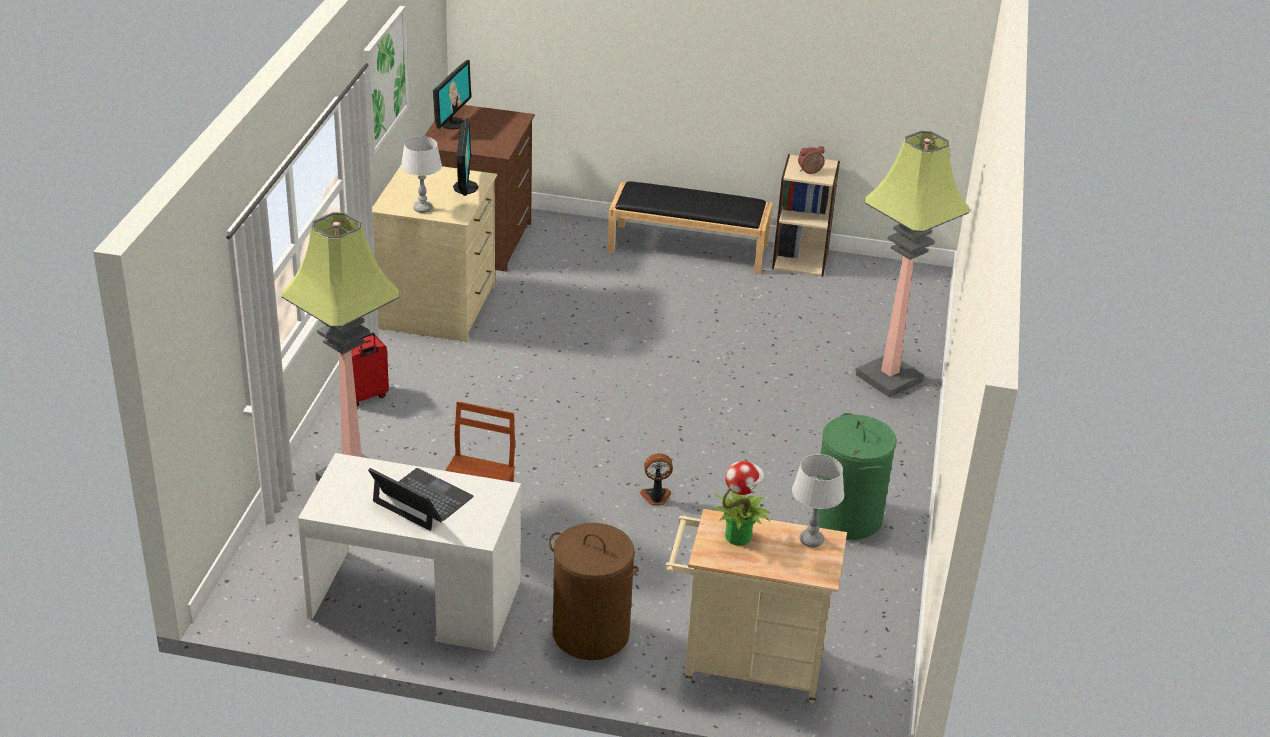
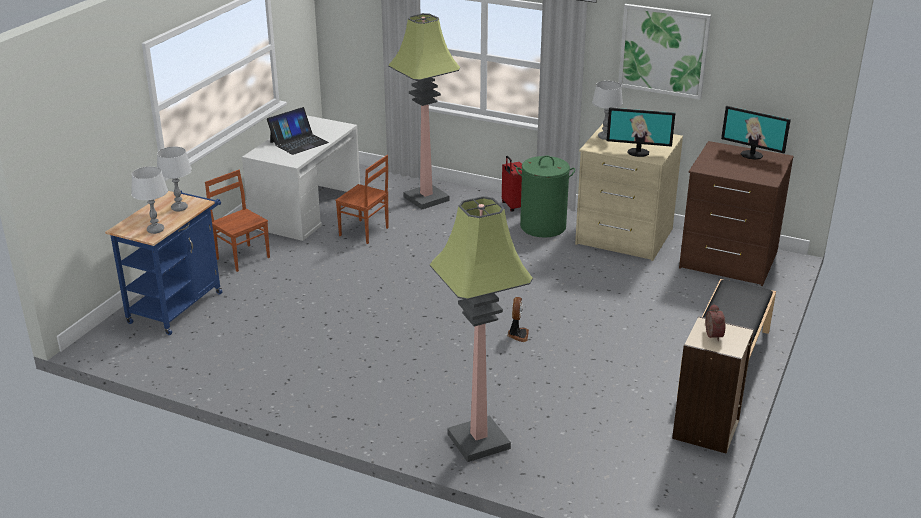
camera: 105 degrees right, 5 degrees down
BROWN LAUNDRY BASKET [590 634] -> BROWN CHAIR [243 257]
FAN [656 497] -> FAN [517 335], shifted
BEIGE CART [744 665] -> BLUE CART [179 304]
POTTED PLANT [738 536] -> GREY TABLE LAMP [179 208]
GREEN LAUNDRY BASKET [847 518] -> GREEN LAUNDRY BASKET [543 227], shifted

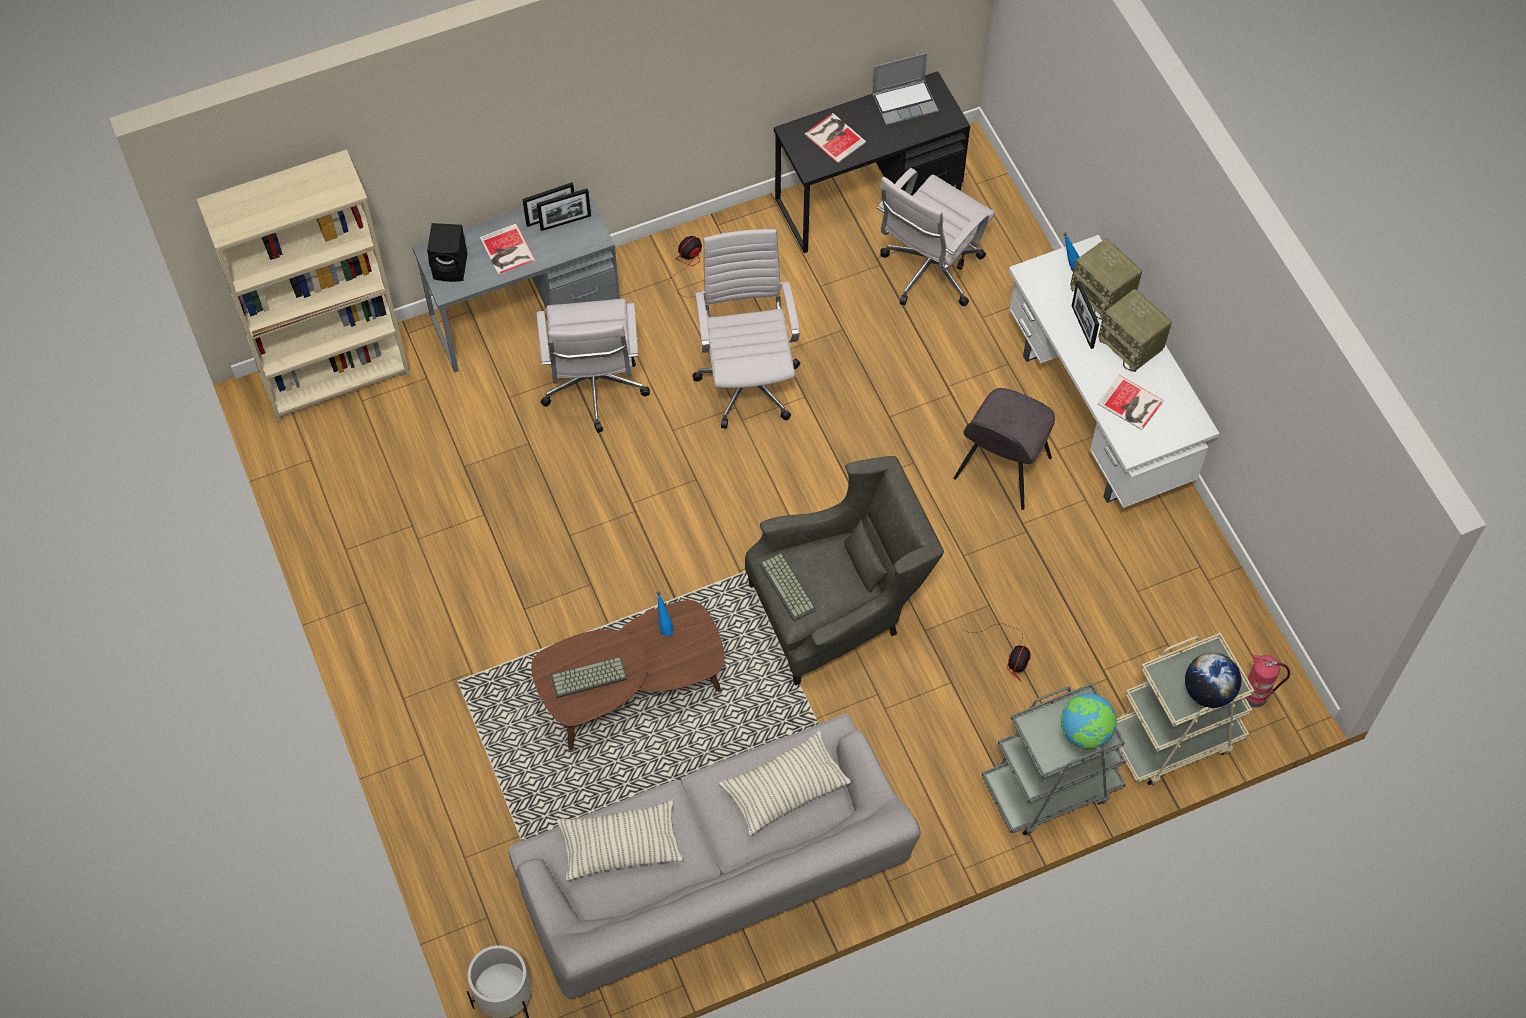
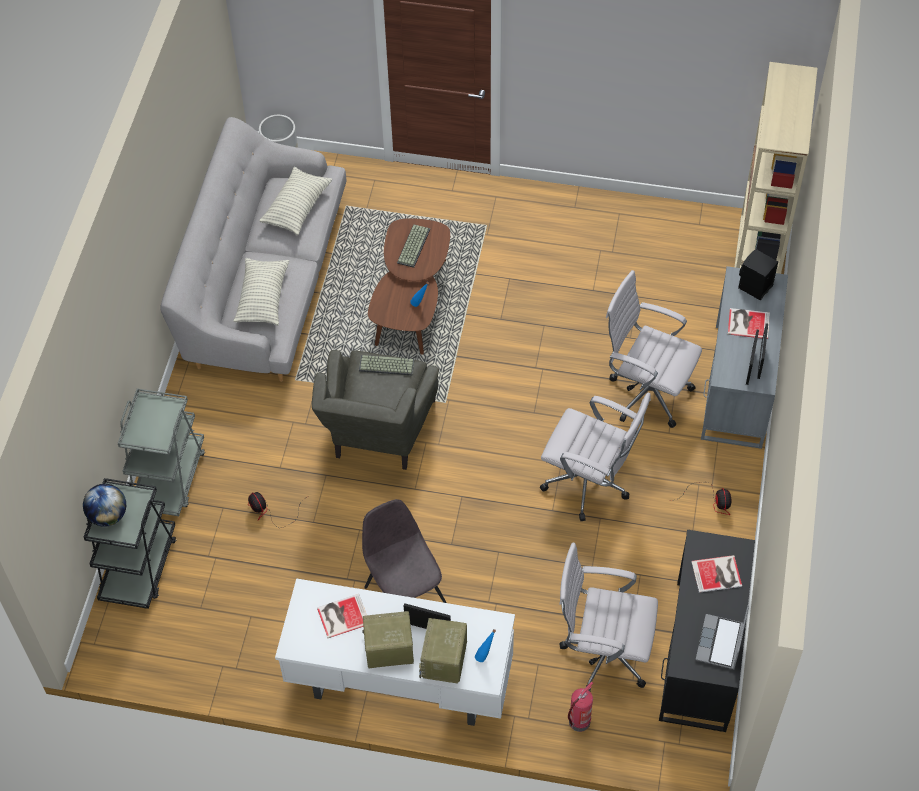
camera: 125 degrees right, 5 degrees down
WHITE OFFICE CHAIR [928 273] -> WHITE OFFICE CHAIR [602 653], 60 degrees counterclockwise
GLOBE [1085 732] -> none
RADIO [1103 294] -> RADIO [444 661], 75 degrees counterclockwise
BEIGE CART [1173 737] -> BLACK CART [139 566]
FIRE EXTINGUISHER [1255 695] -> FIRE EXTINGUISHER [579 722], shifted

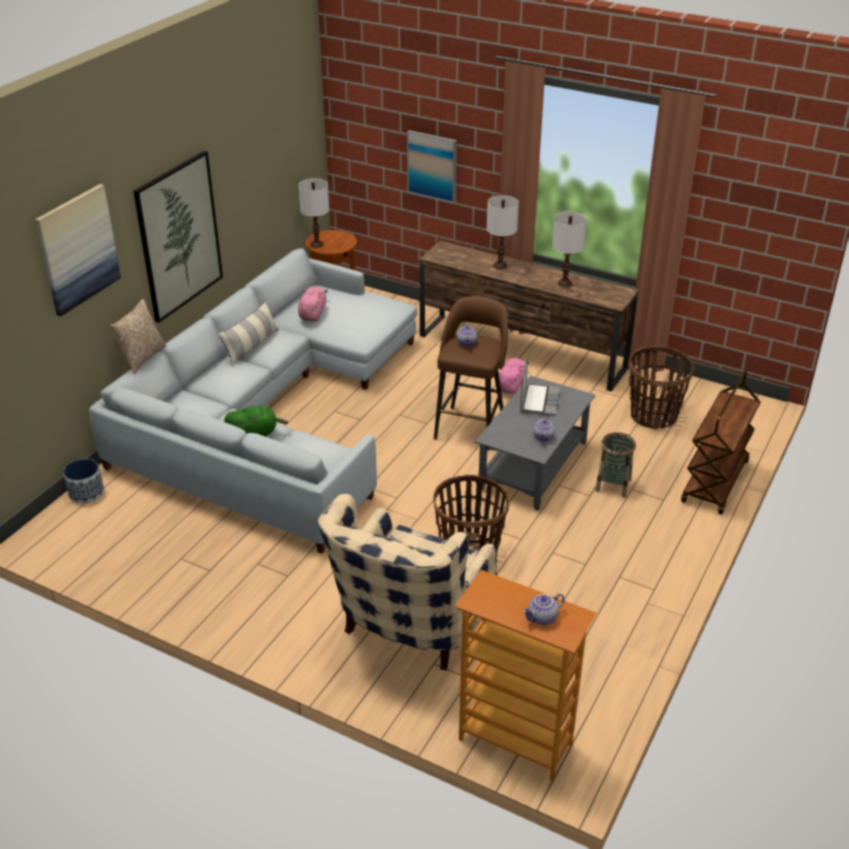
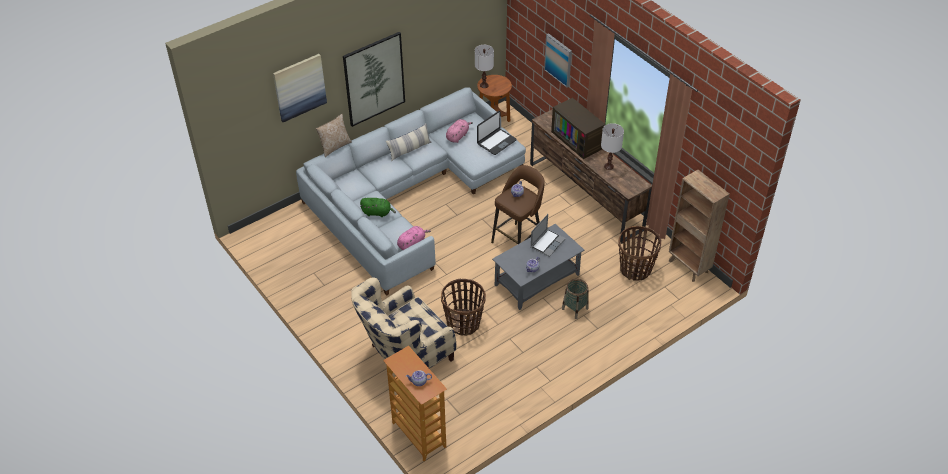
camera: 25 degrees right, 10 degrees up
PLANTER [86 493] -> none
WHITE TABLE LAMP [500 265] -> TELEVISION [578 140]
PINK PLUSH TOY [511 385] -> PINK PLUSH TOY [412 243], shifted
BROWN CART [715 482] -> none
none -> LAPTOP [496 142]
none -> BROWN BOOKCASE [688 267]

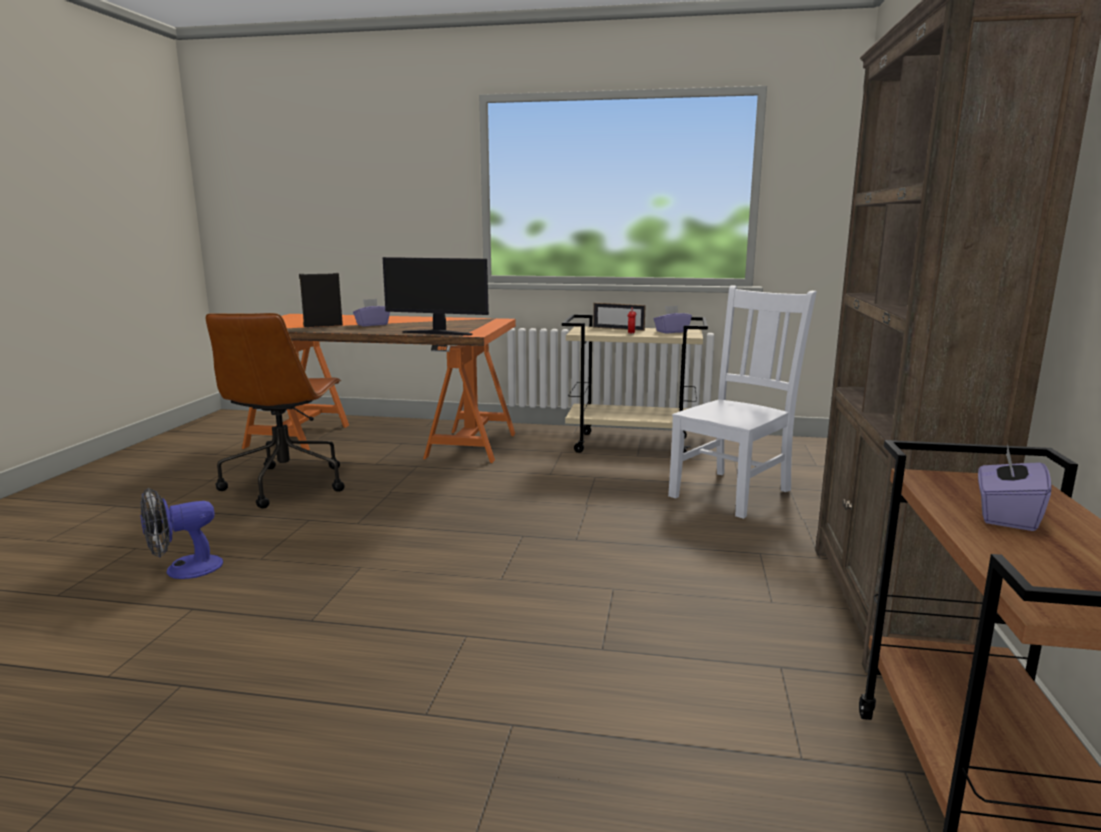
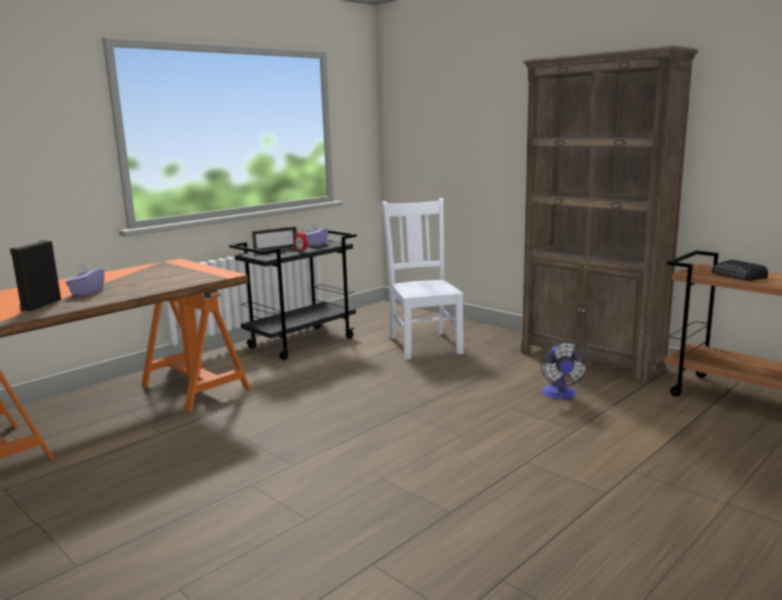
camera: 55 degrees left, 0 degrees up
FAN [184 570] -> FAN [560 395], shifted
BROWN OFFICE CHAIR [286 484] -> none
MONITOR [438 333] -> none
BEIGE CART [633 445] -> BLACK CART [302 342]
PURPLE TISSUE BOX [1006 515] -> RADIO [739 275]

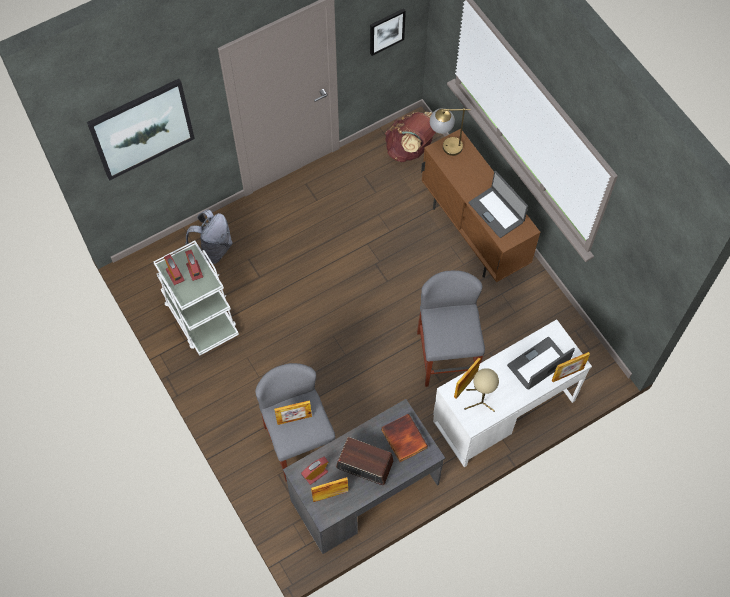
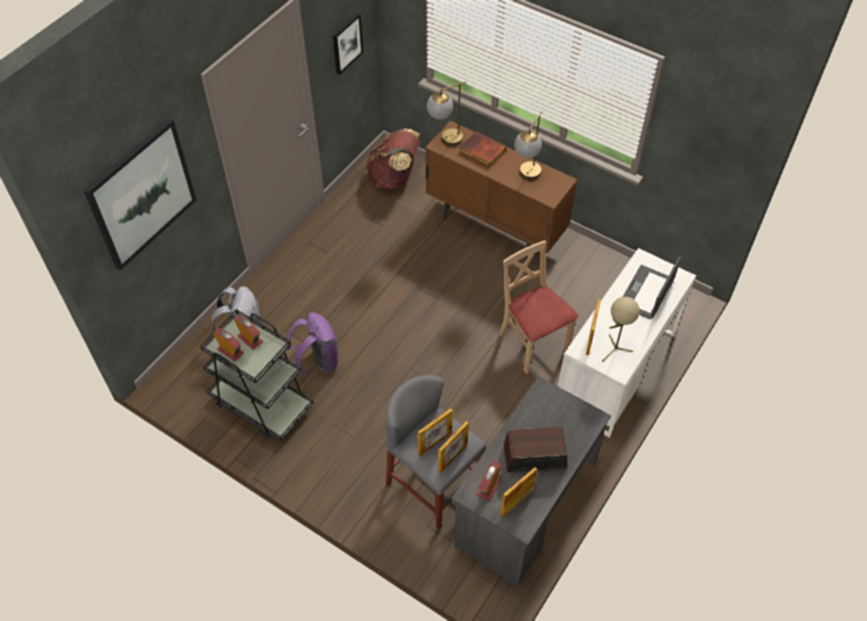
camera: 25 degrees left, 10 degrees down
WHITE CART [200 316] -> BLACK CART [261 404]
BOOK [403 439] -> BOOK [481 151], shifted
GREY STOOL [446 356] -> BEIGE CHAIR [532 343]
LAPTOP [497 212] -> TABLE LAMP [527 177]
PICTURE FRAME [567 374] -> PICTURE FRAME [452 458], shifted
none -> PURPLE BACKPACK [317 362]

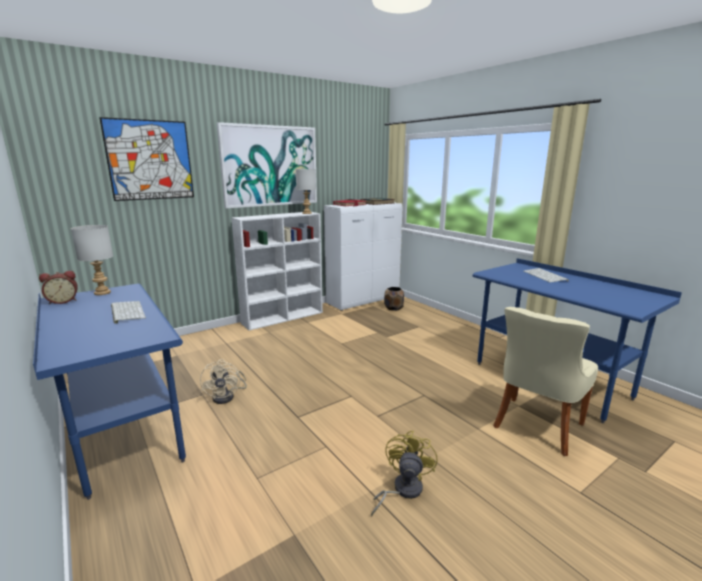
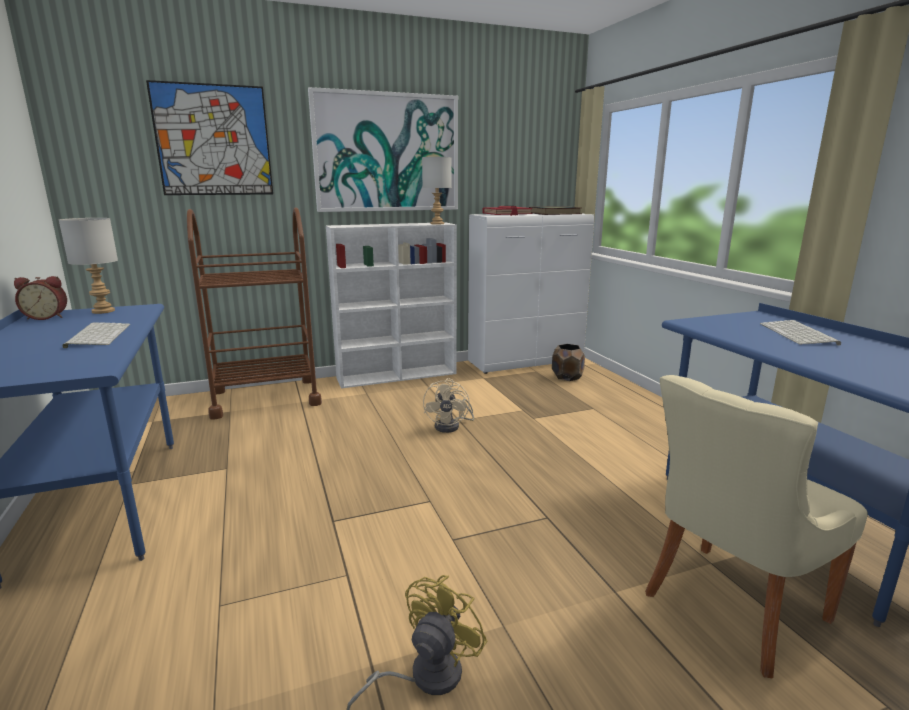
camera: 15 degrees right, 0 degrees up
BEIGE FAN [227 396] -> BEIGE FAN [451 426], shifted
none -> BROWN CART [266 398]

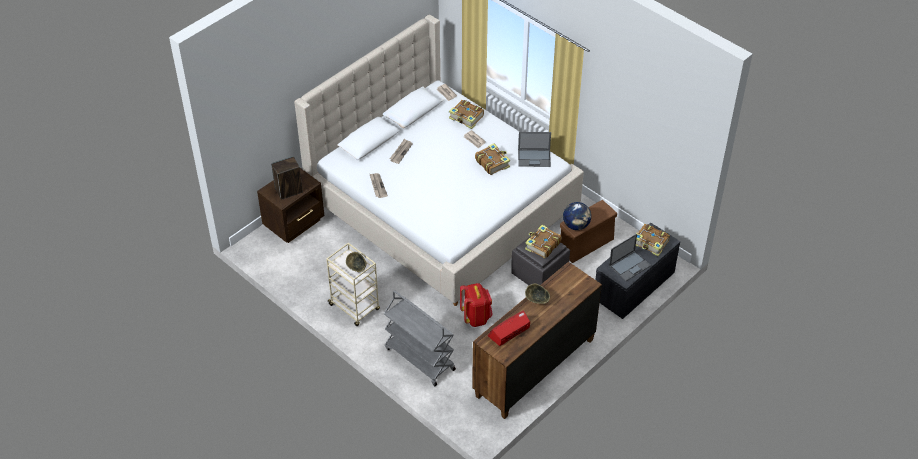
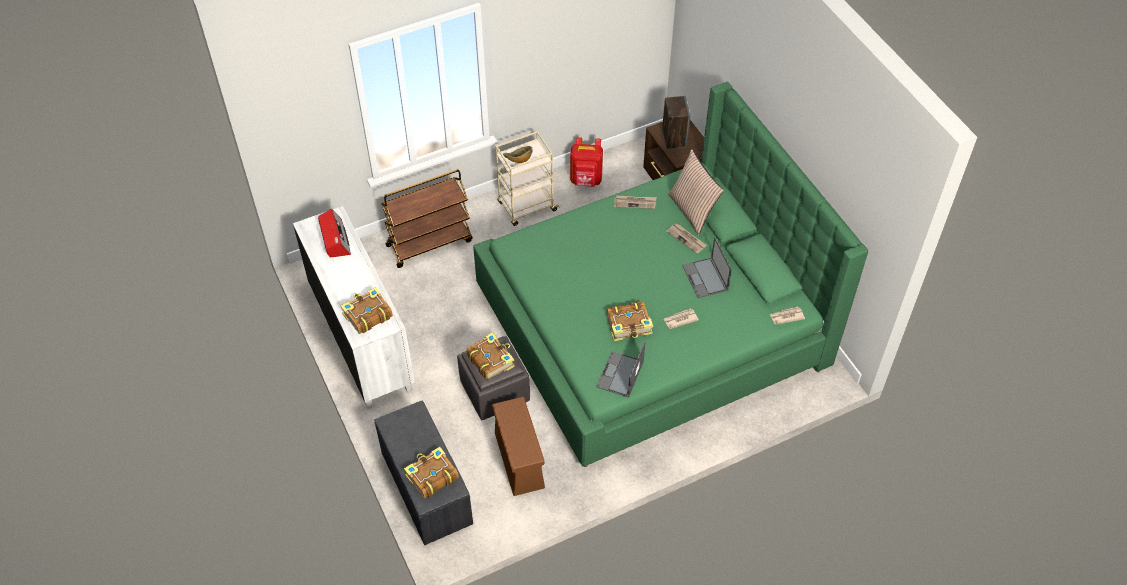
camera: 110 degrees right, 5 degrees up
BEIGE BED [442 204] -> GREEN BED [653 327]
GREY CART [419 358] -> BROWN CART [429 242]
BOOK [466 118] -> BOOK [367 315], shifted
RED BACKPACK [476 317] -> RED BACKPACK [586 180], shifted
BROWN DRESSER [534 367] -> WHITE DRESSER [361 338]
BOWL [537 300] -> none
GLOBE [576 225] -> none
LAPTOP [630 265] -> LAPTOP [705 278], shifted
none -> PILLOW [692 211]

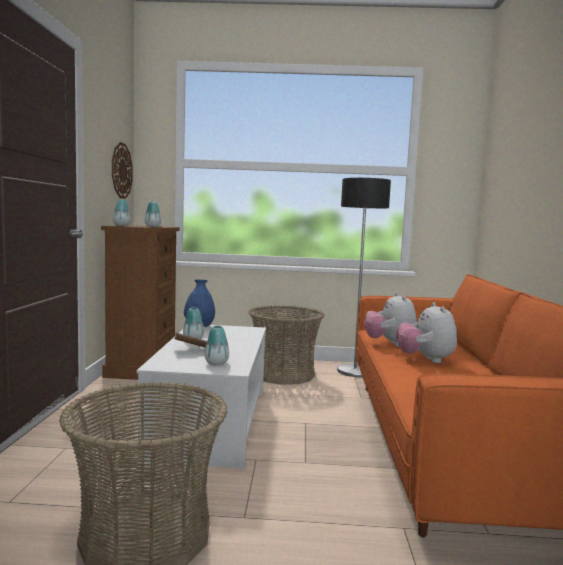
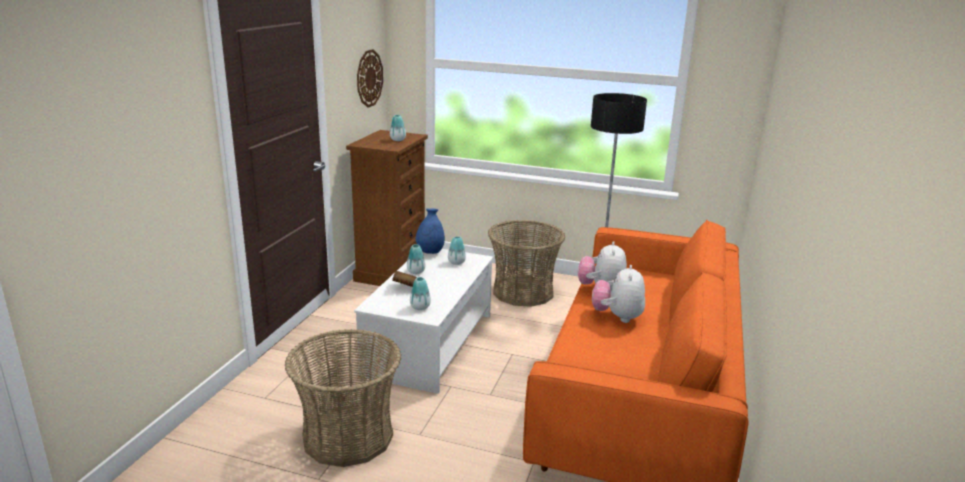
camera: 15 degrees right, 15 degrees up
VASE [121 225] -> VASE [456 262], shifted

